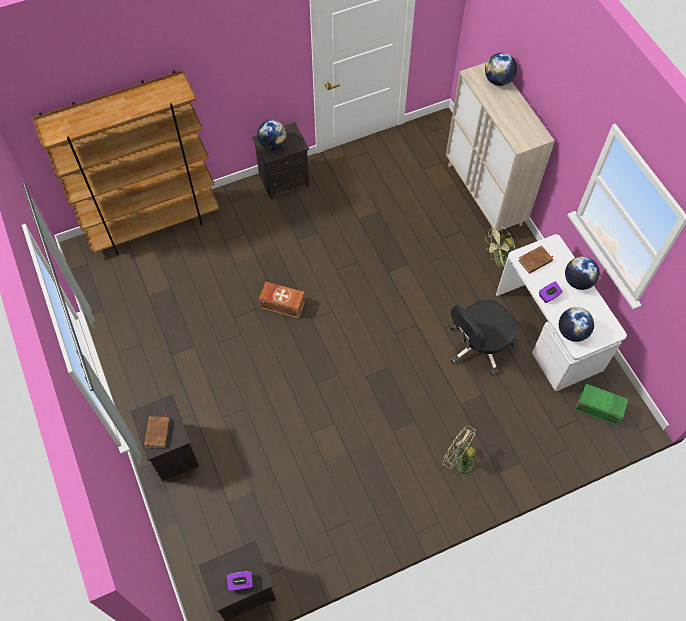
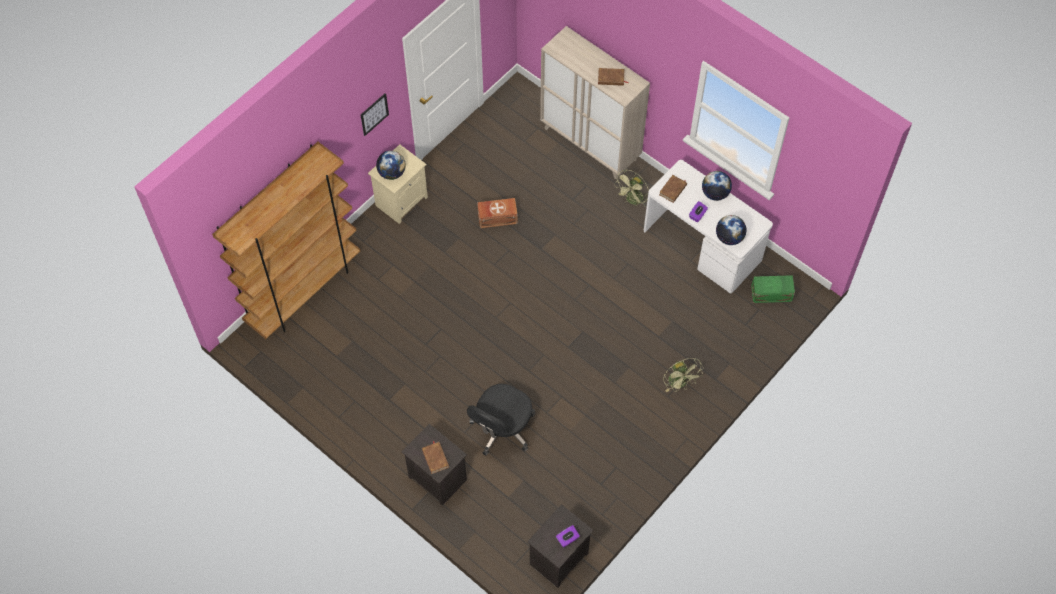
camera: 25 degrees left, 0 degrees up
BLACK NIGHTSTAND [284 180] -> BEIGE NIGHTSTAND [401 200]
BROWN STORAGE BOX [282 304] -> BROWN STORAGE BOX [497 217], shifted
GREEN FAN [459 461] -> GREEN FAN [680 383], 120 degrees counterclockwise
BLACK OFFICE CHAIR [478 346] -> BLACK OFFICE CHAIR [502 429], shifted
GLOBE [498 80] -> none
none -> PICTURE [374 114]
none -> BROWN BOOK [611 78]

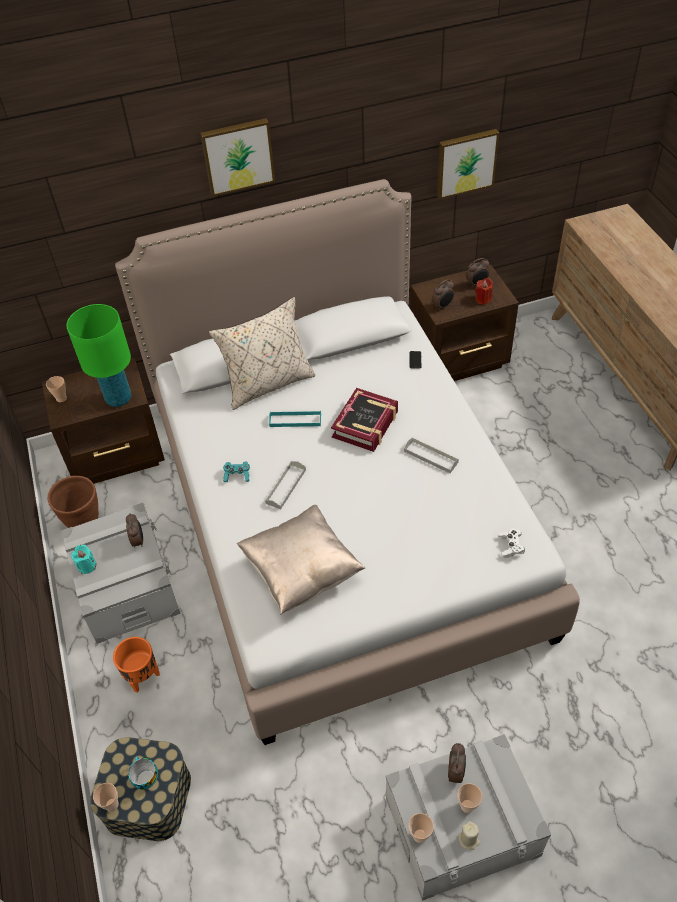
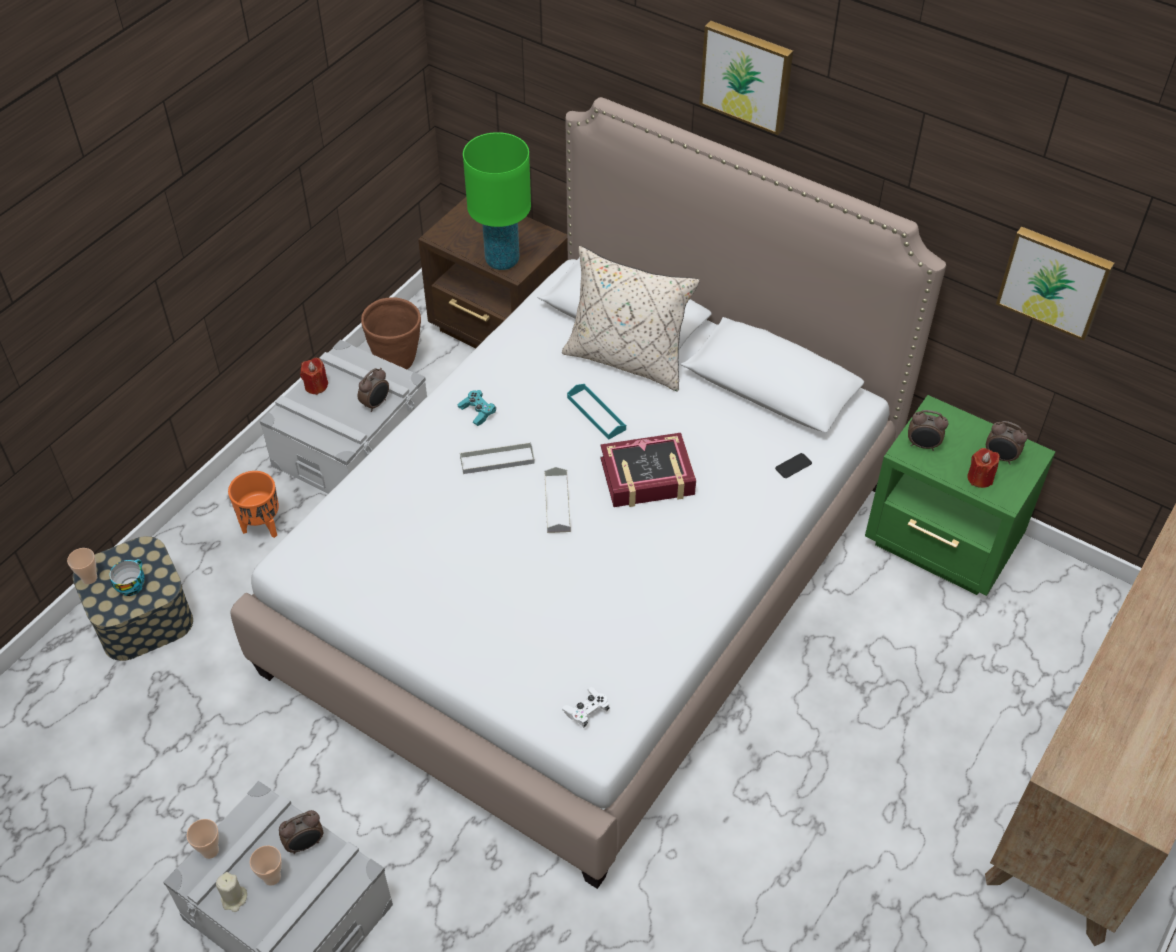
camera: 50 degrees right, 0 degrees up
CUP [61 398] -> none
TURQUOISE CANDLE [87 566] -> RED CANDLE [316 386]
BEIGE PILLOW [301 571] -> none
GREY TRAY [431 456] -> GREY TRAY [557 503], shifted
BROWN NIGHTSTAND [460 360] -> GREEN NIGHTSTAND [943 545]

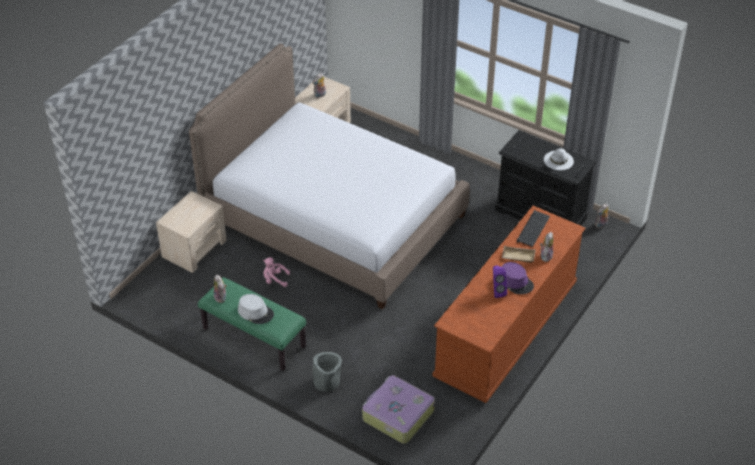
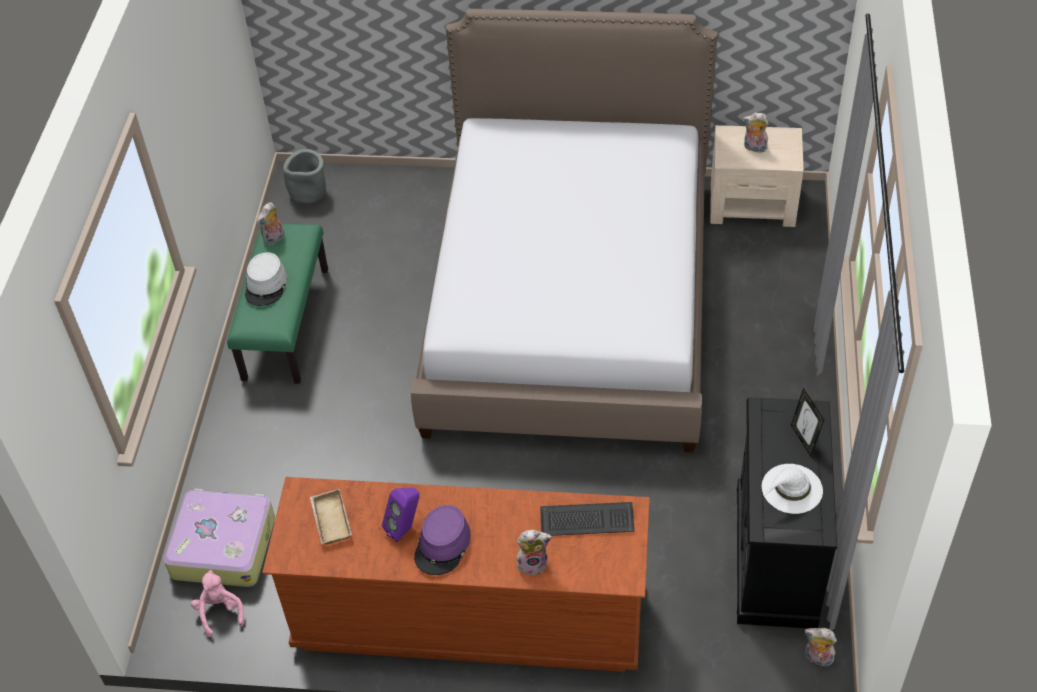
camera: 65 degrees right, 5 degrees up
BEIGE NIGHTSTAND [194 248] -> none
PINK PLUSH TOY [275 279] -> PINK PLUSH TOY [219 612], shifted
GREY PLANTER [327 382] -> GREY PLANTER [308 192], shifted
BEIGE TRAY [517 257] -> BEIGE TRAY [329 520], shifted
none -> PICTURE FRAME [804 440]

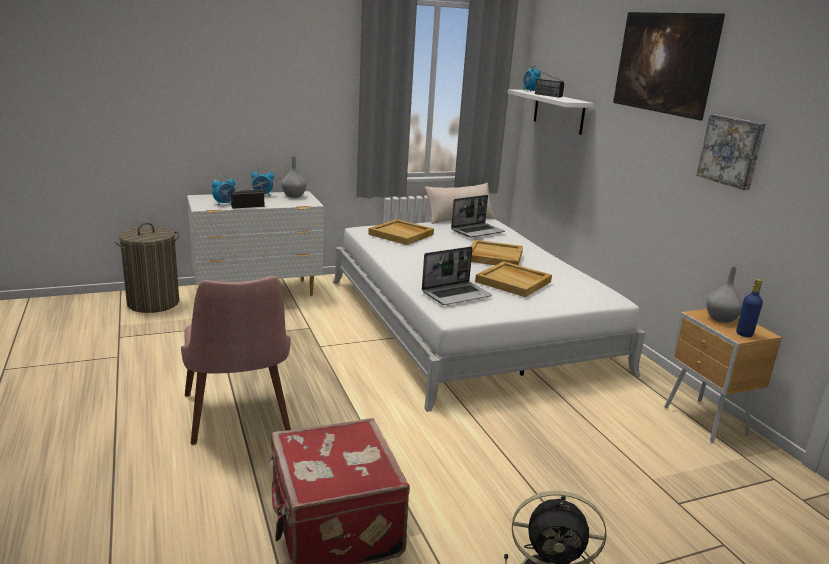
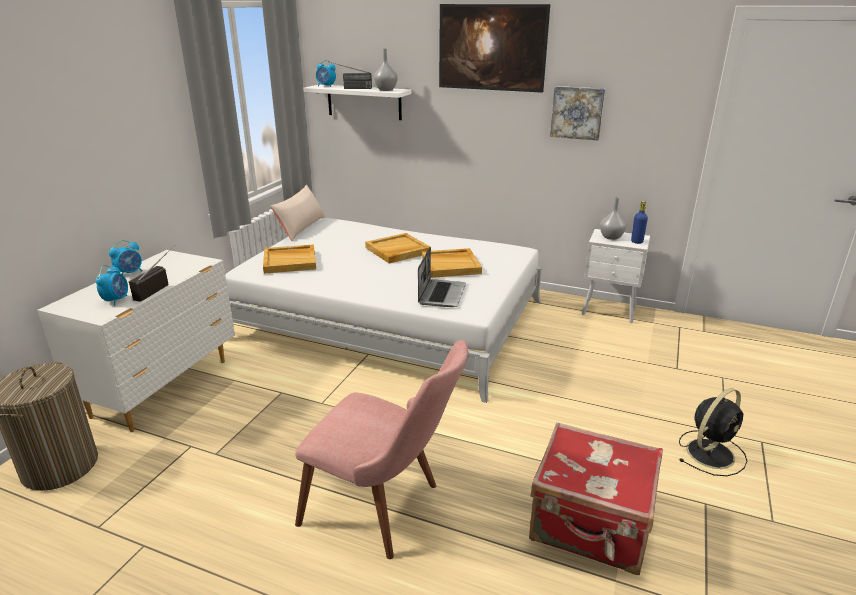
camera: 45 degrees left, 5 degrees up
GREY VASE [293 196] -> GREY VASE [385 90], shifted
LAPTOP [477 231] -> none
BROWN NIGHTSTAND [705 422] -> WHITE NIGHTSTAND [610 312]

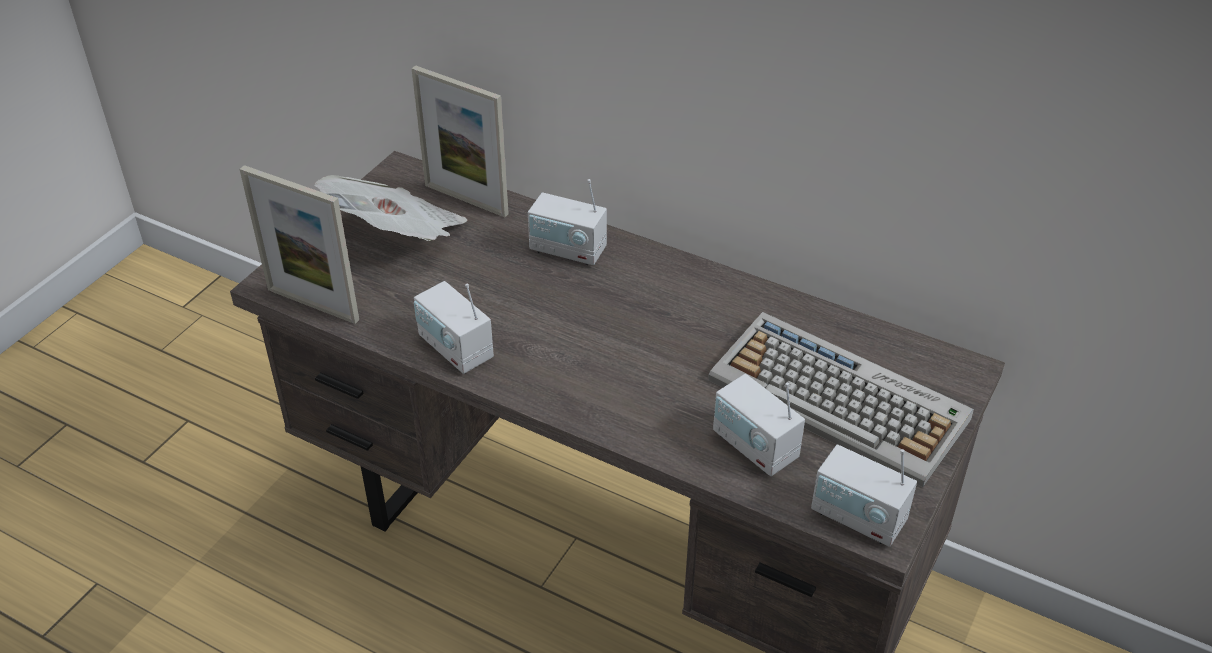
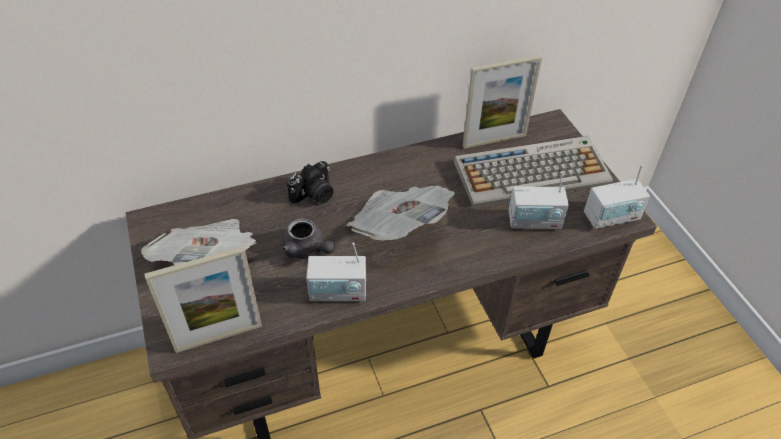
camera: 50 degrees left, 5 degrees up
PICTURE FRAME [466 199] -> PICTURE FRAME [494 140], shifted
RADIO [568 250] -> PHOTO CAMERA [314 195]
none -> GREY TEAPOT [307 250]
none -> NEWSPAPER [398 228]

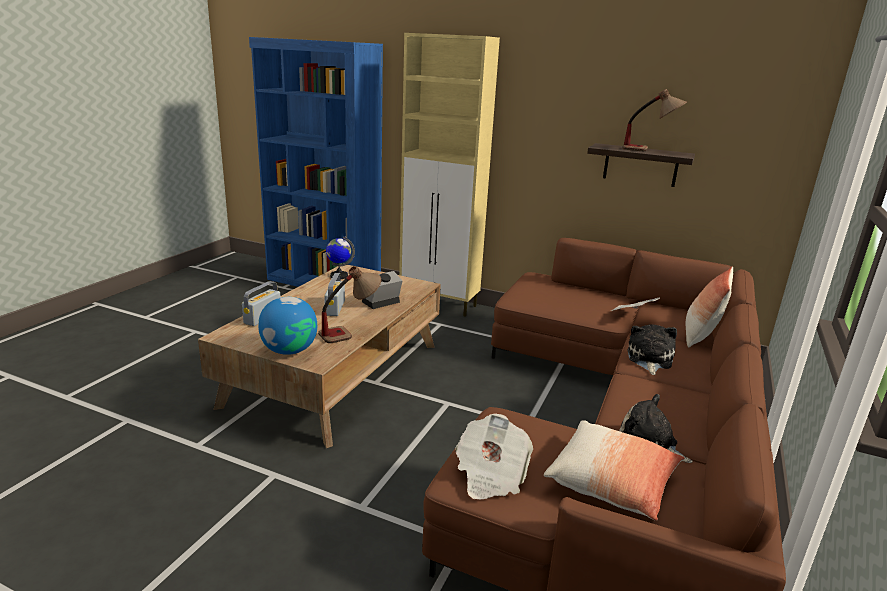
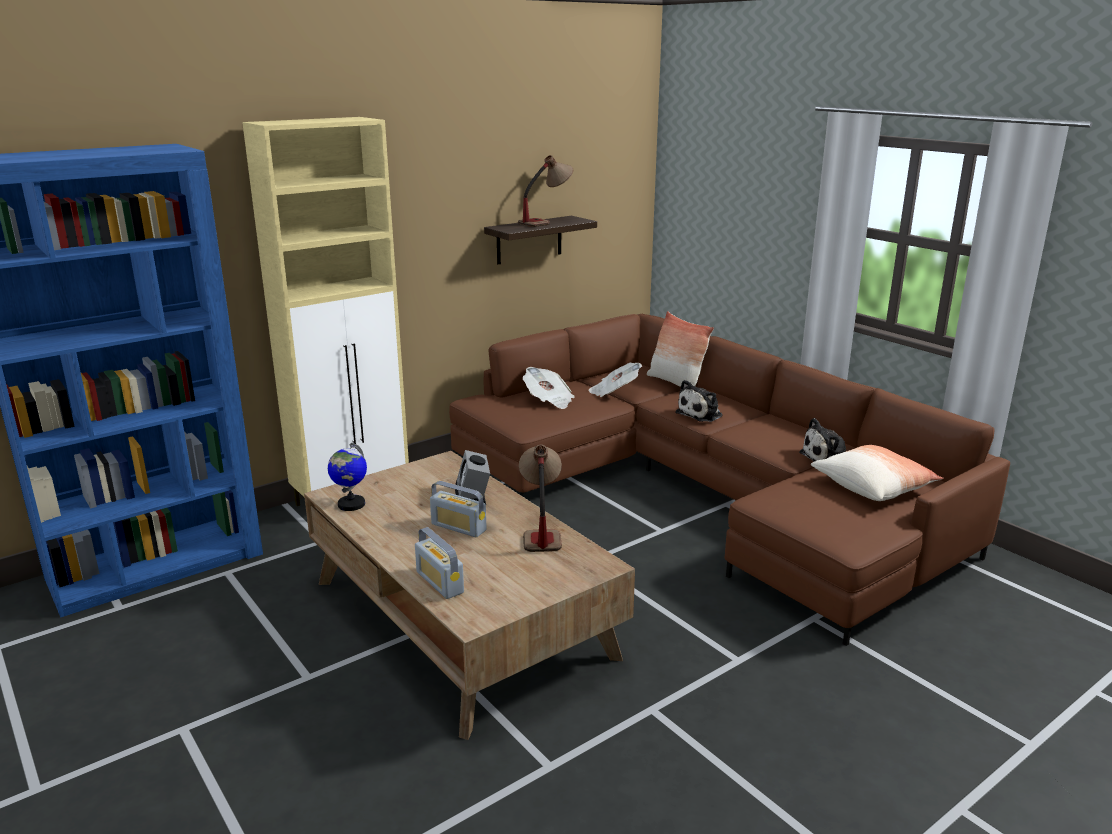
camera: 60 degrees left, 0 degrees up
GLOBE [289 350] -> none
NEWSPAPER [490 474] -> NEWSPAPER [549 401], shifted
PLUSH TOY [649 359] -> PLUSH TOY [701 414], 90 degrees counterclockwise

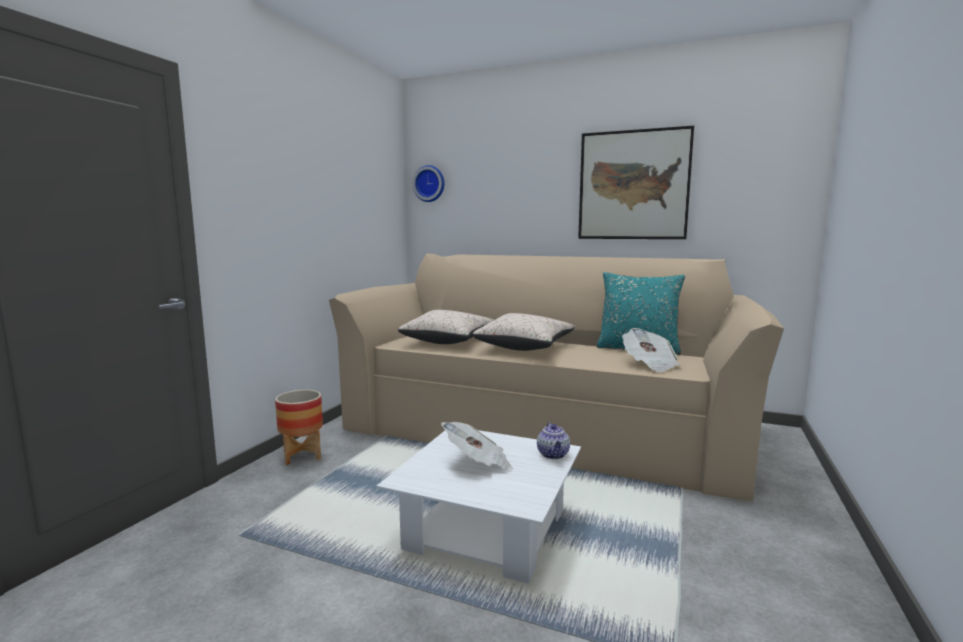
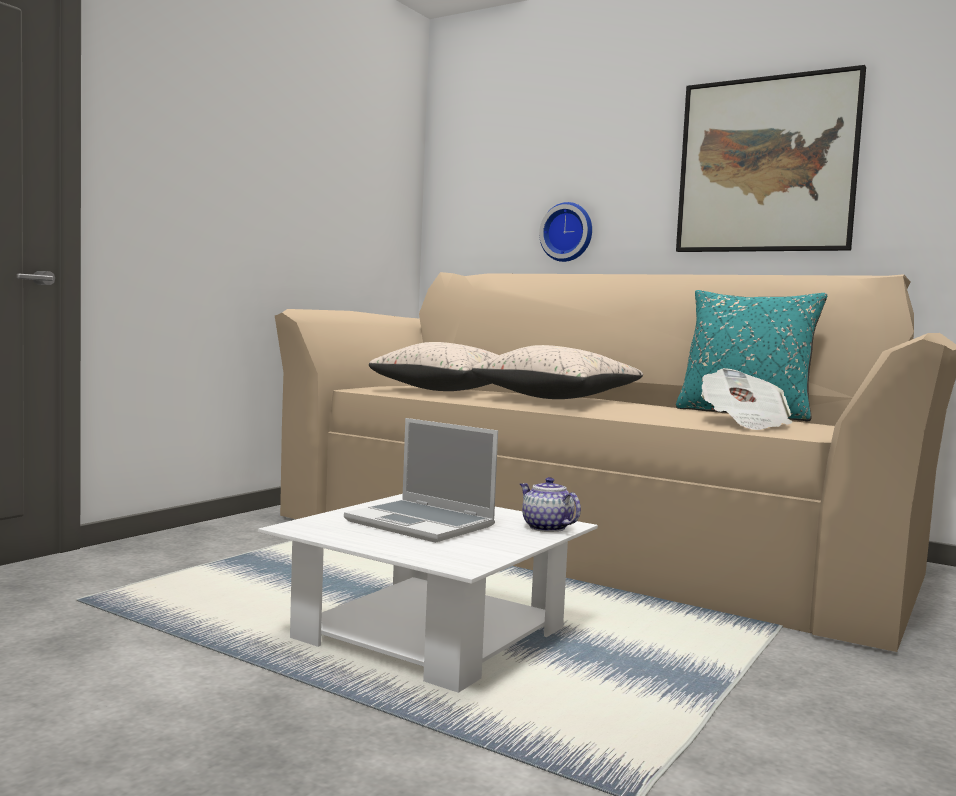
camera: 10 degrees right, 5 degrees down
PLANTER [302 455] -> none
WALL CLOCK [430 184] -> WALL CLOCK [567 232], shifted
NEWSPAPER [478 463] -> LAPTOP [422 524]
TEAPOT [553 455] -> TEAPOT [545 527], 135 degrees clockwise

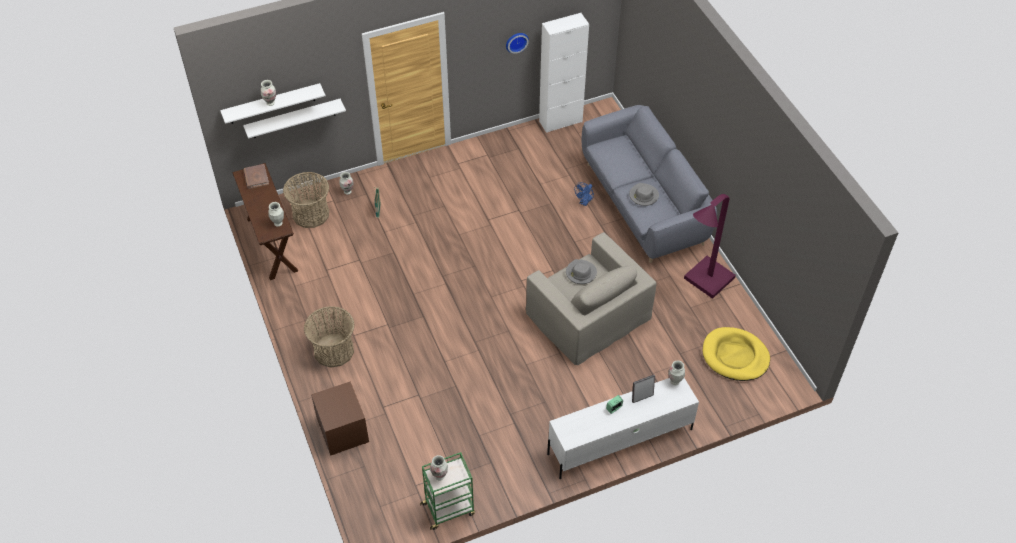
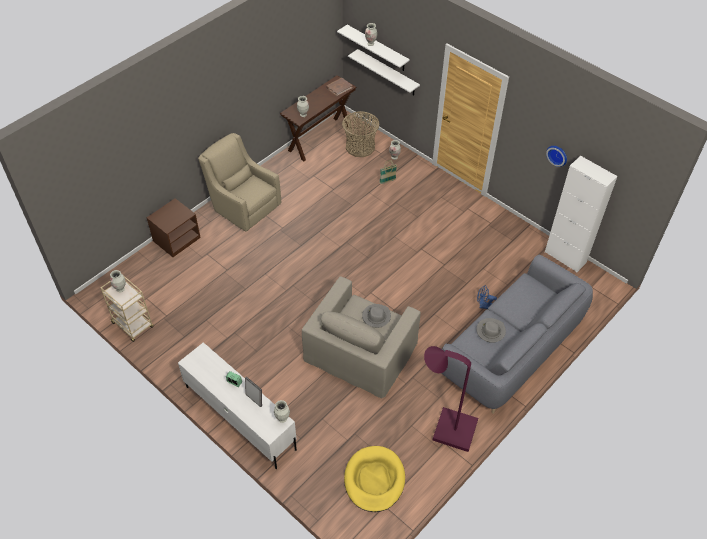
camera: 65 degrees right, 0 degrees up
BASKET [333 350] -> BEIGE ARMCHAIR [243 207]
GREEN CART [449 509] -> BEIGE CART [133 325]

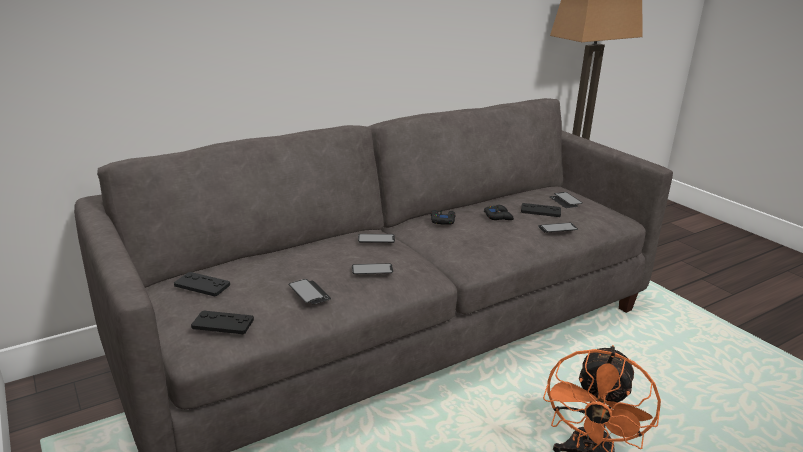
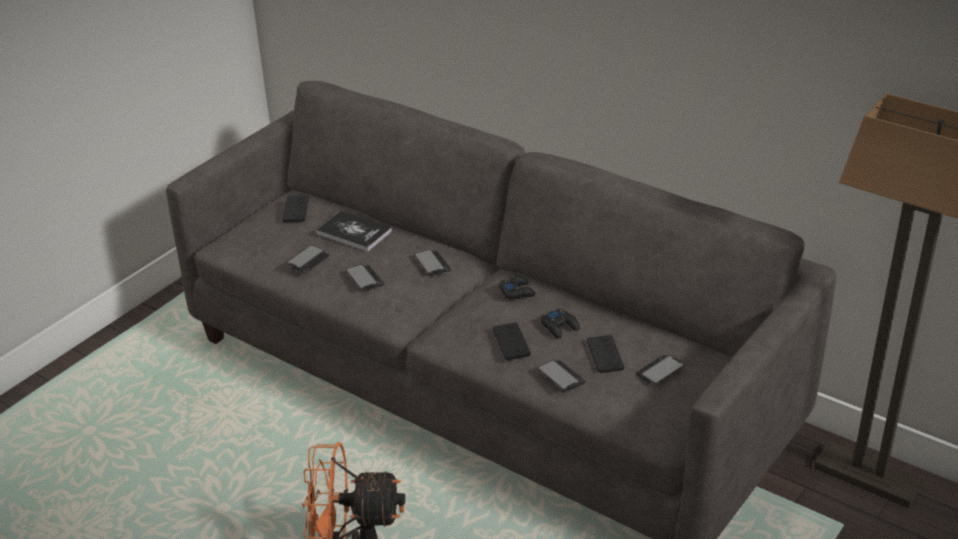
camera: 70 degrees right, 10 degrees up
BLACK GAME CONTROLLER [223 323] -> BLACK GAME CONTROLLER [511 342], shifted
none -> BOOK [354 232]

